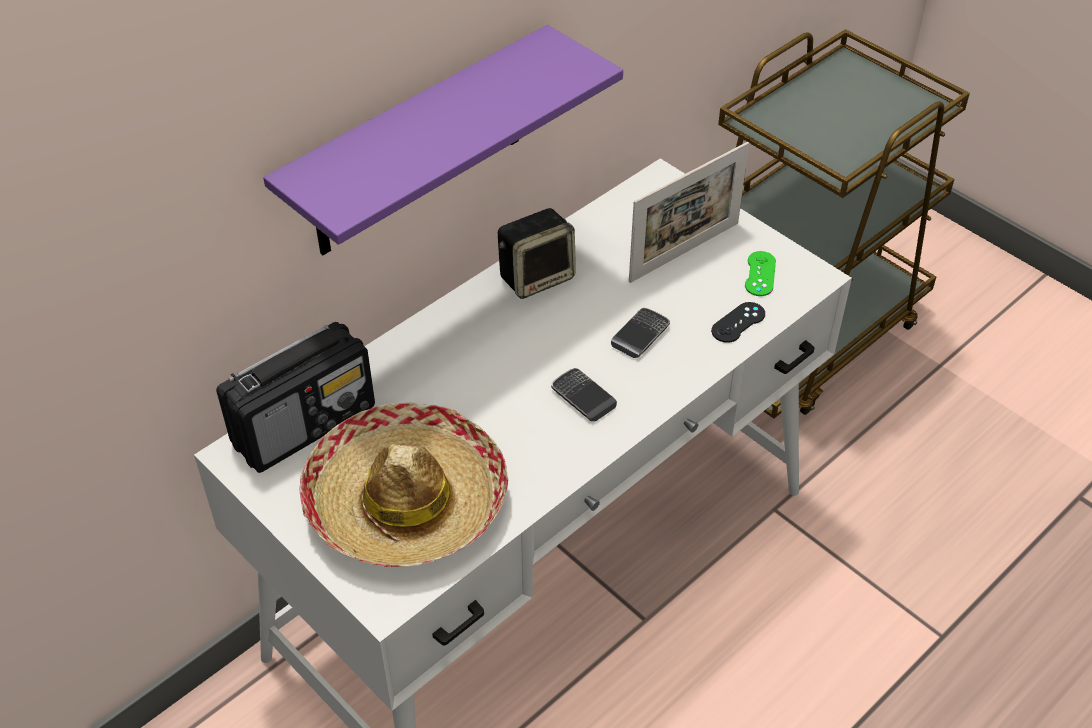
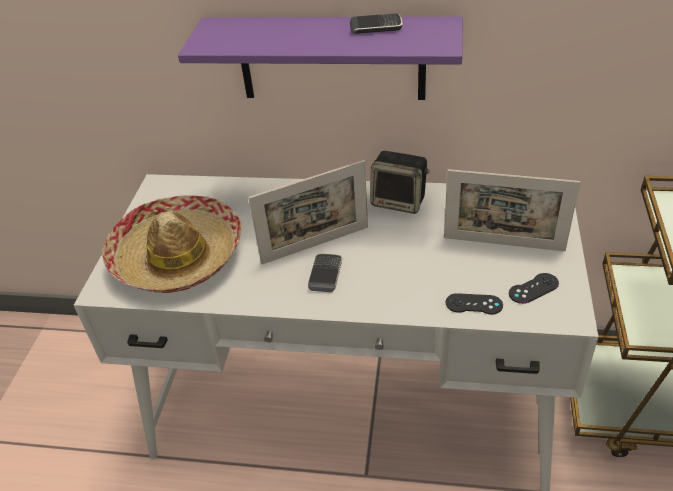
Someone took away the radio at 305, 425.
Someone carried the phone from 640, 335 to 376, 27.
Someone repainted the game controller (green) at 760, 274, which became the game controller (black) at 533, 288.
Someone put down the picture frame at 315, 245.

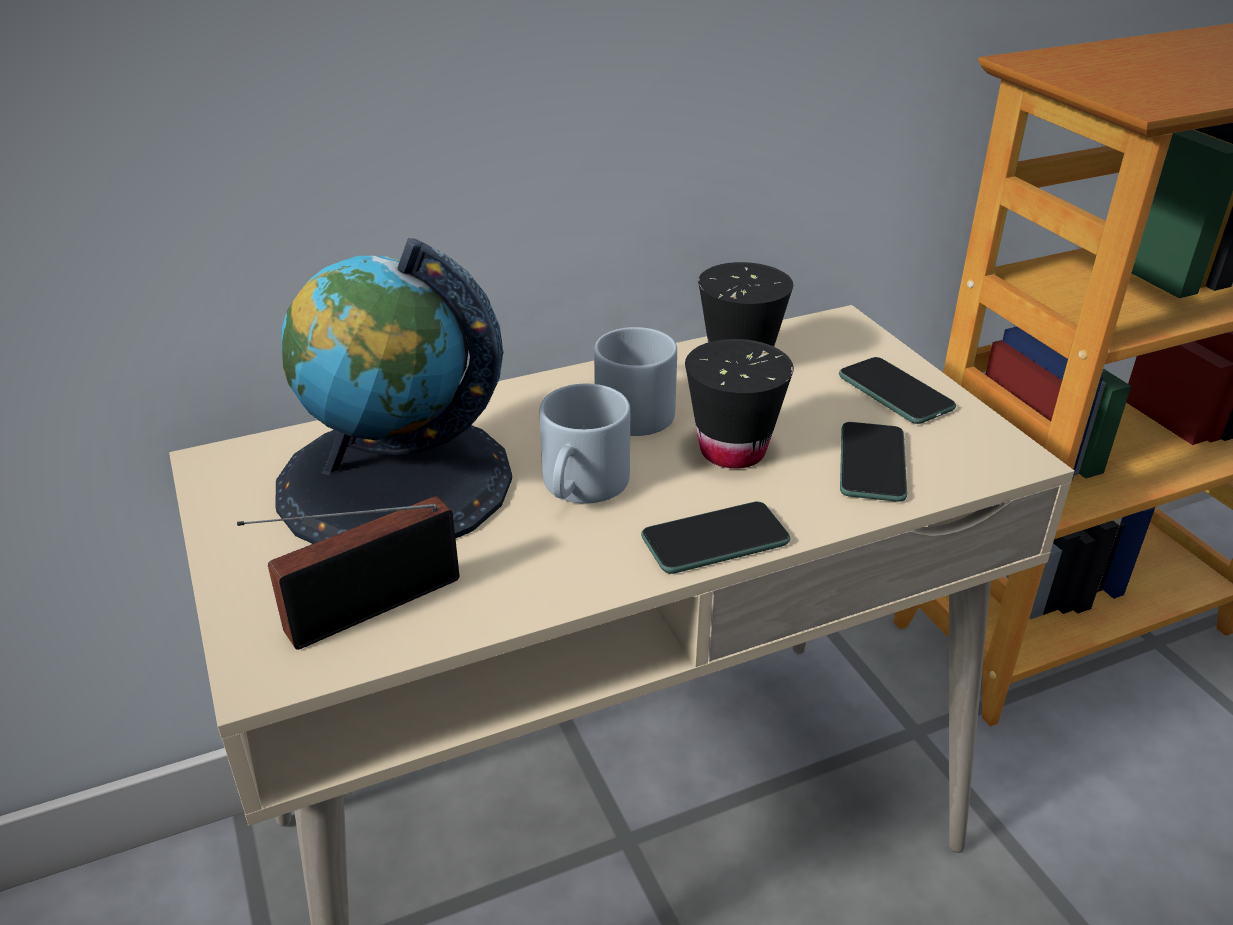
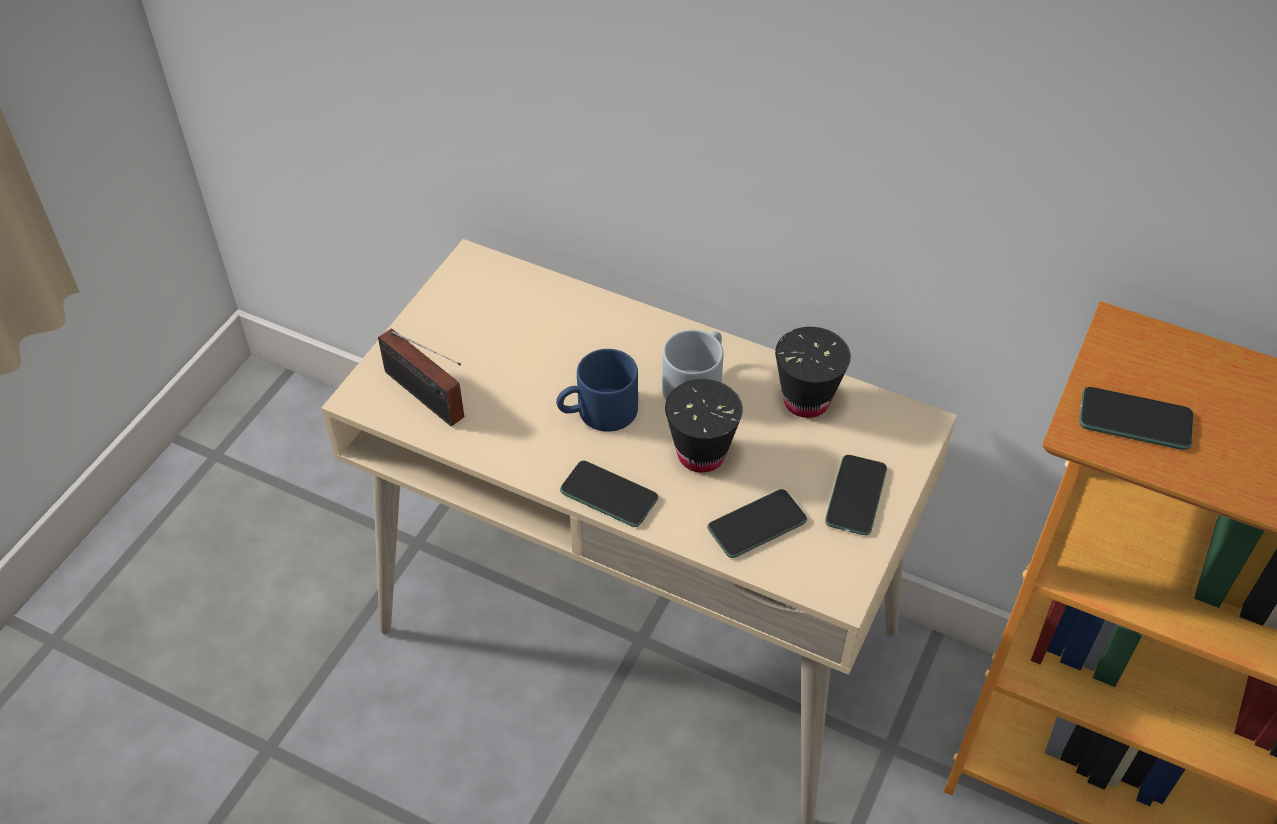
Someone rotated the radio at 363, 609 by 150 degrees counterclockwise.
Someone took away the globe at 394, 482.
Someone repainted the mug (grey) at 582, 487, which became the mug (blue) at 598, 413.
Someone put down the phone at 1135, 420.

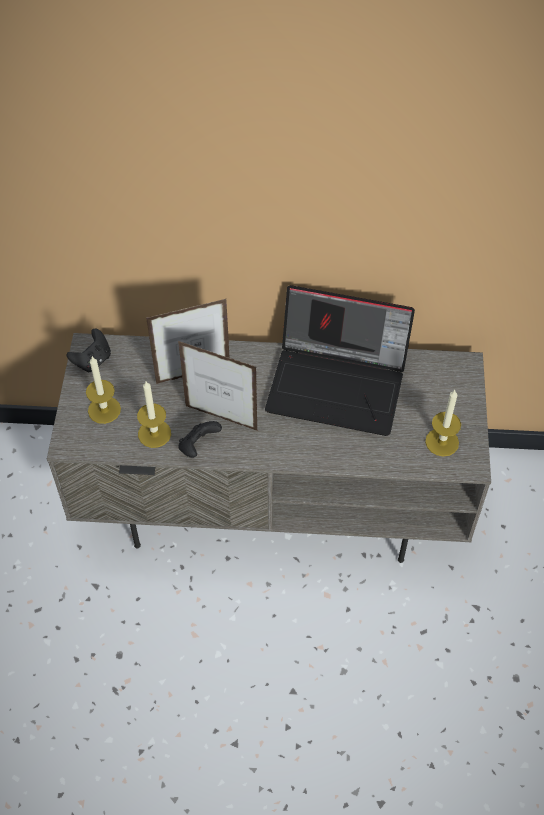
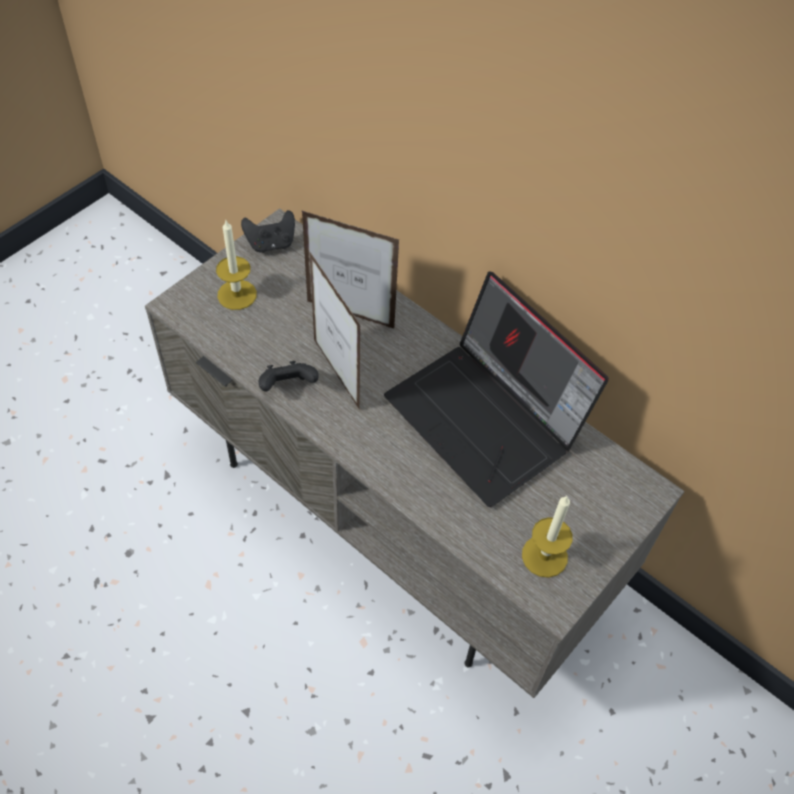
Someone took away the candle at 154, 433.

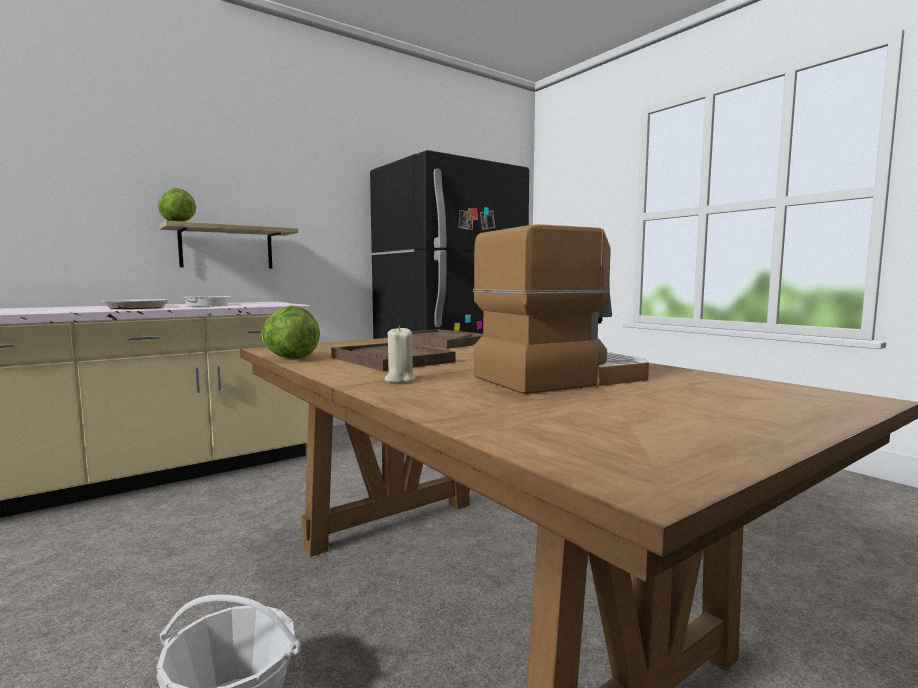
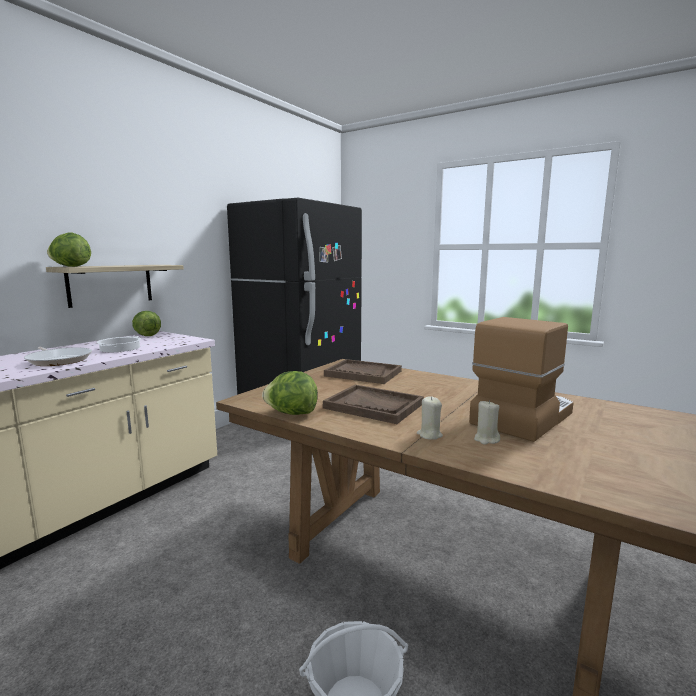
Someone put down the lettuce at 146, 335.
Someone put down the candle (beige) at 486, 439.

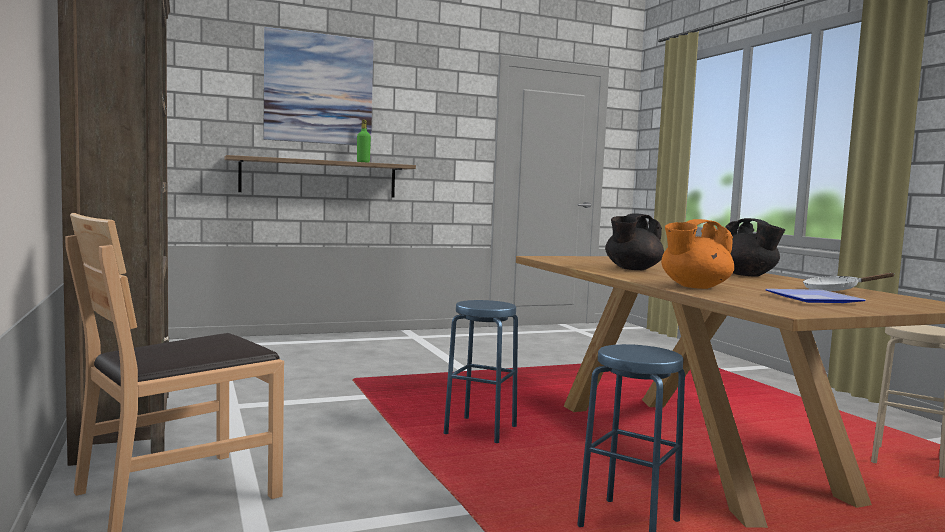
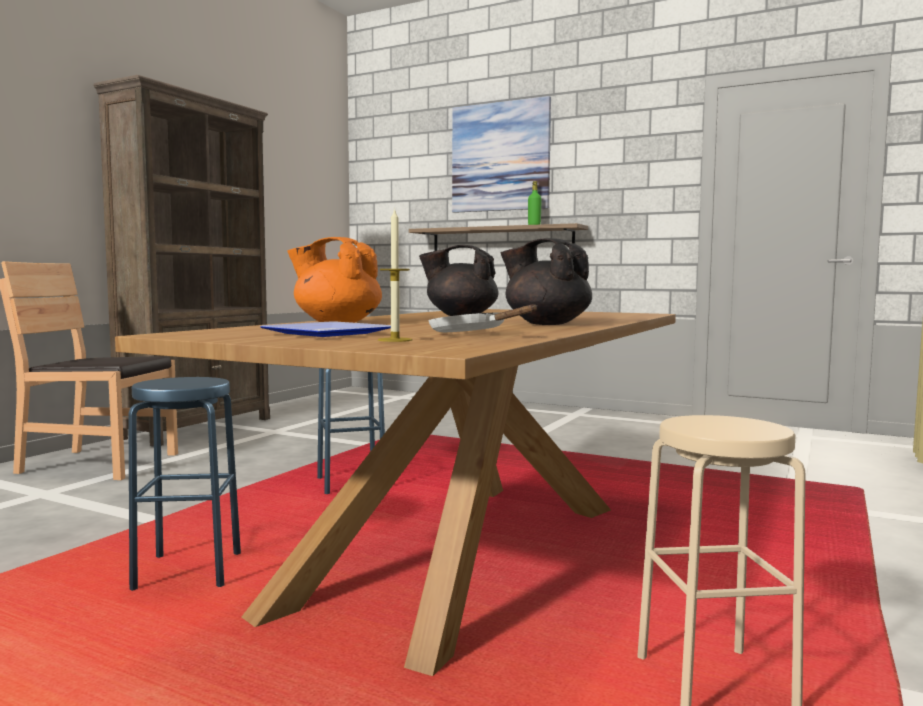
Someone rotated the teapot (black) at 747, 275 by 105 degrees clockwise.
Someone put down the candle at 395, 340.

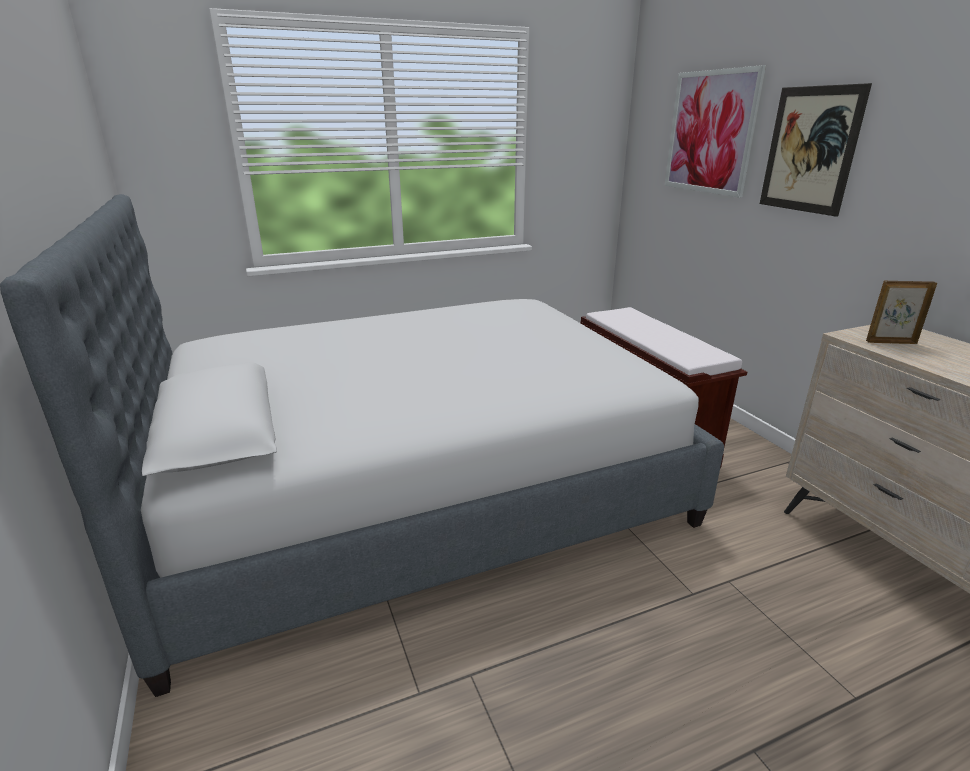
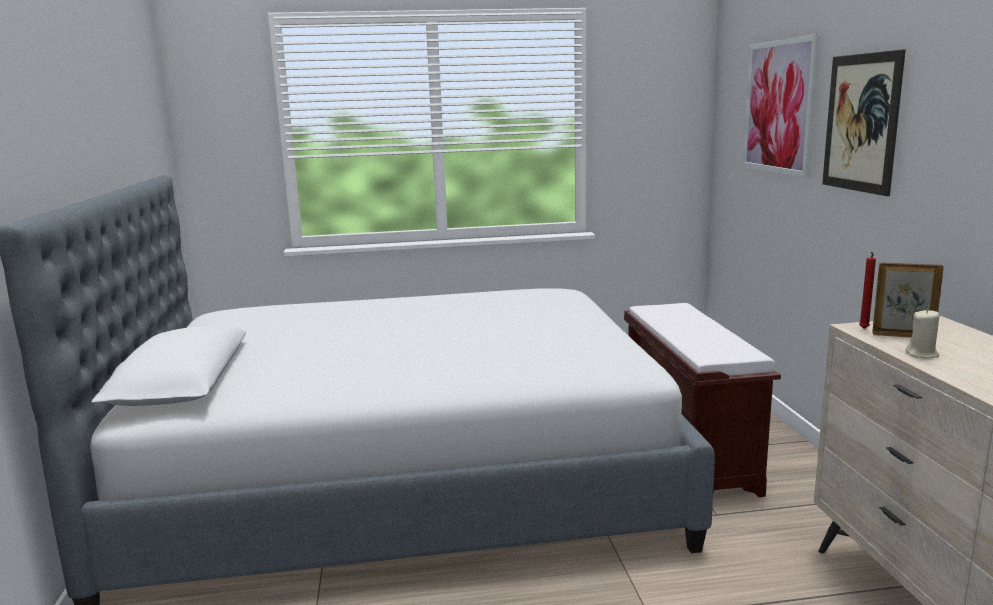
Someone put down the candle (red) at 863, 329.
Someone put down the candle (beige) at 922, 354.

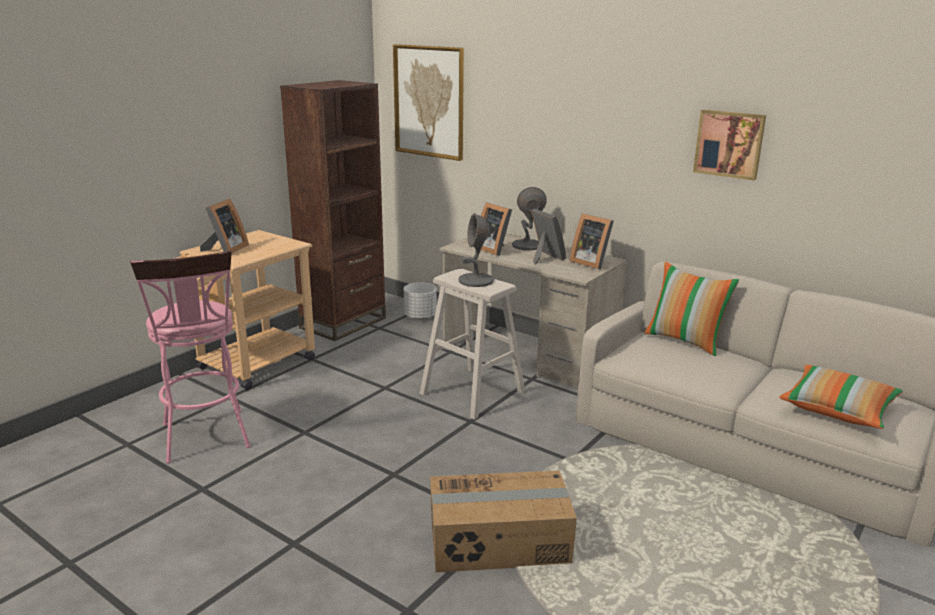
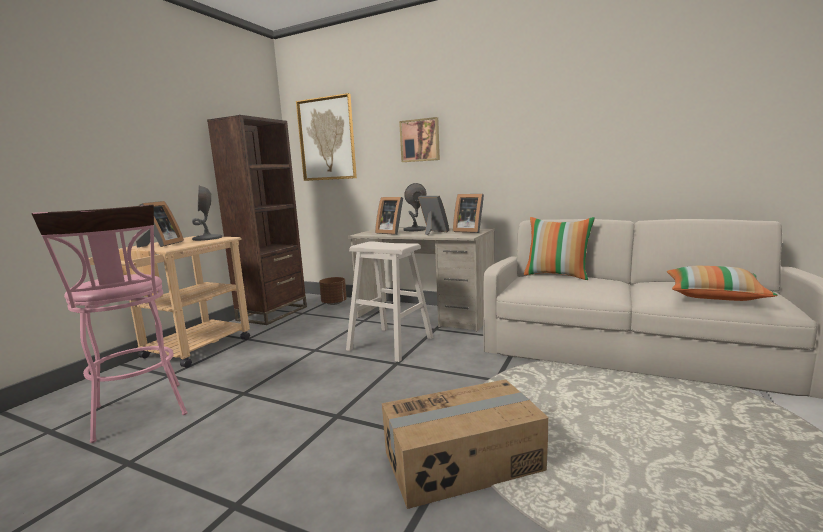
Someone repainted the planter (white) at 420, 316, which became the planter (brown) at 334, 303.
Someone carried the table lamp (grey) from 476, 281 to 207, 238.
Someone carried the picture from 729, 144 to 420, 140.

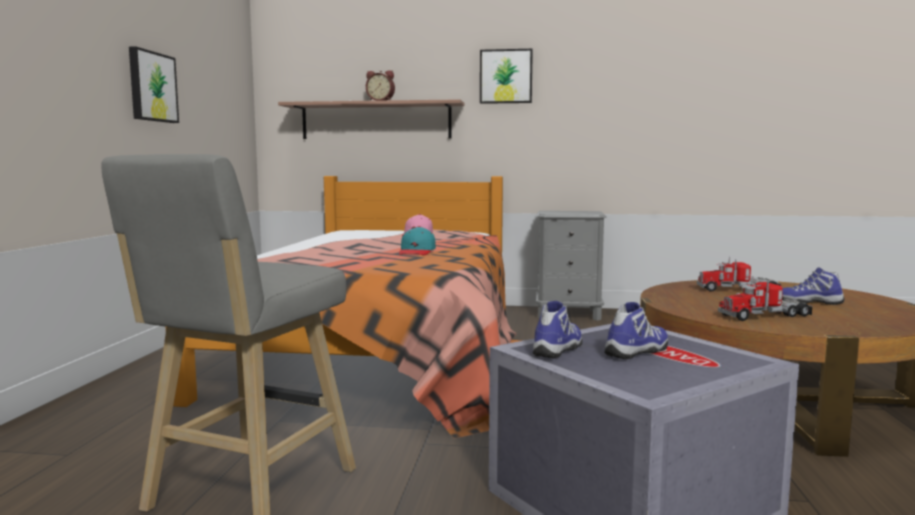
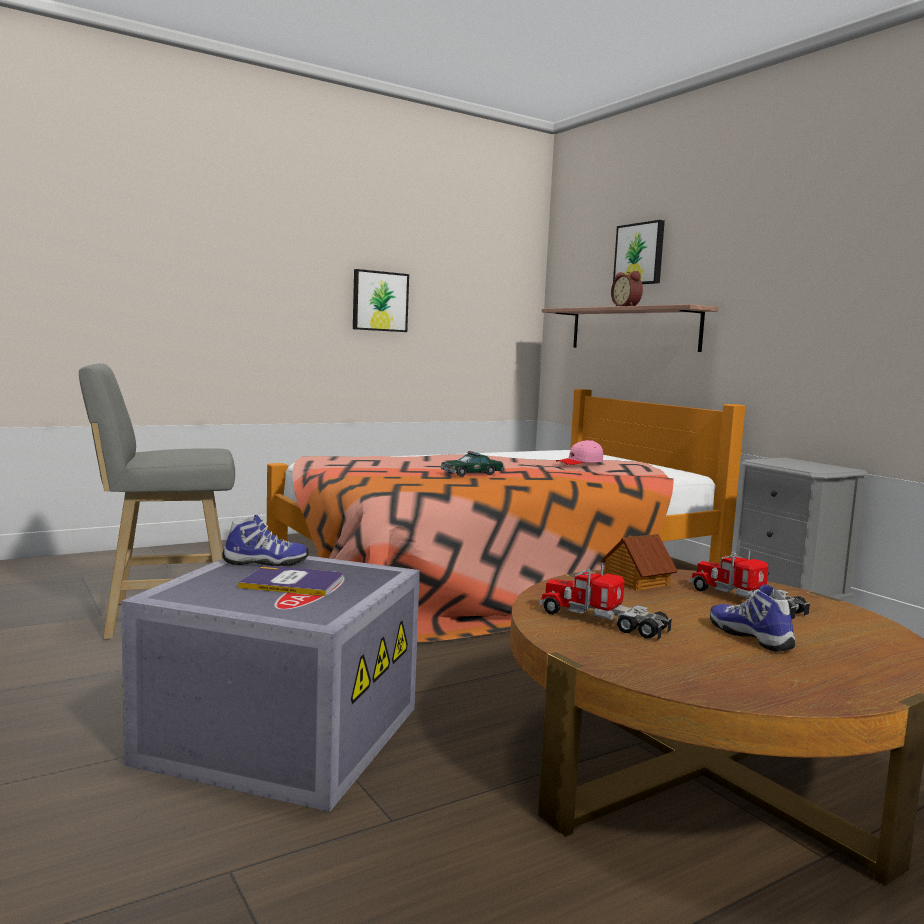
Someone swapped the cap (turquoise) at 417, 252 for the toy car at 471, 474.
Someone carried the picture from 506, 76 to 640, 254.
Someone swapped the shoe at 638, 352 for the book at 293, 582.
Someone put down the toy house at 636, 581.

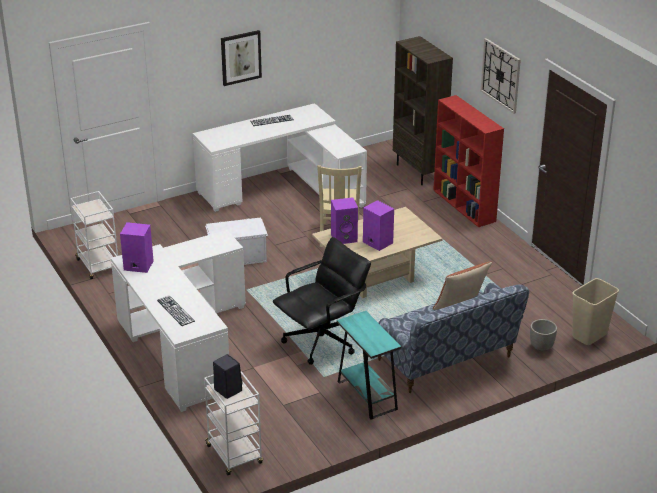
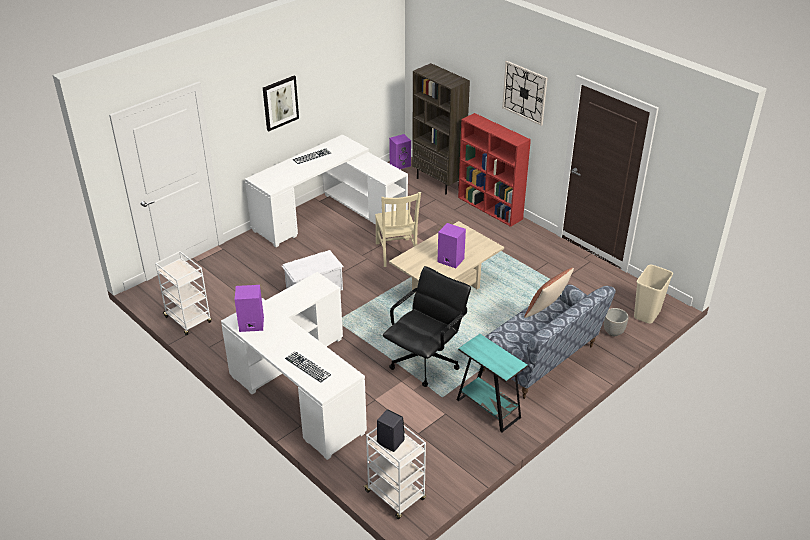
Someone carried the speaker (purple) from 344, 237 to 400, 164.

